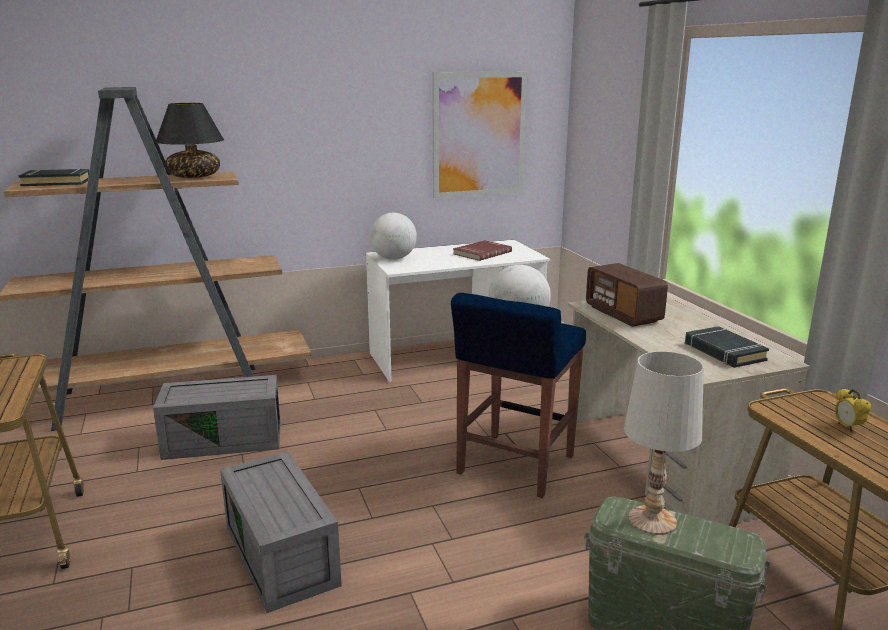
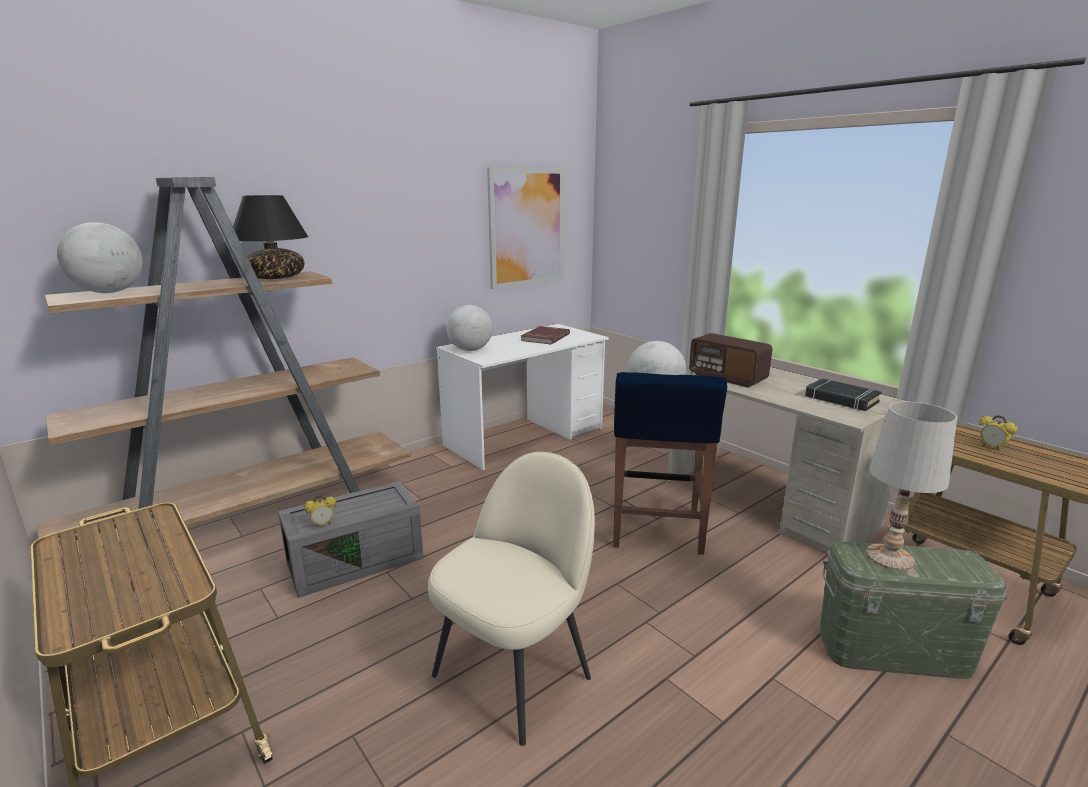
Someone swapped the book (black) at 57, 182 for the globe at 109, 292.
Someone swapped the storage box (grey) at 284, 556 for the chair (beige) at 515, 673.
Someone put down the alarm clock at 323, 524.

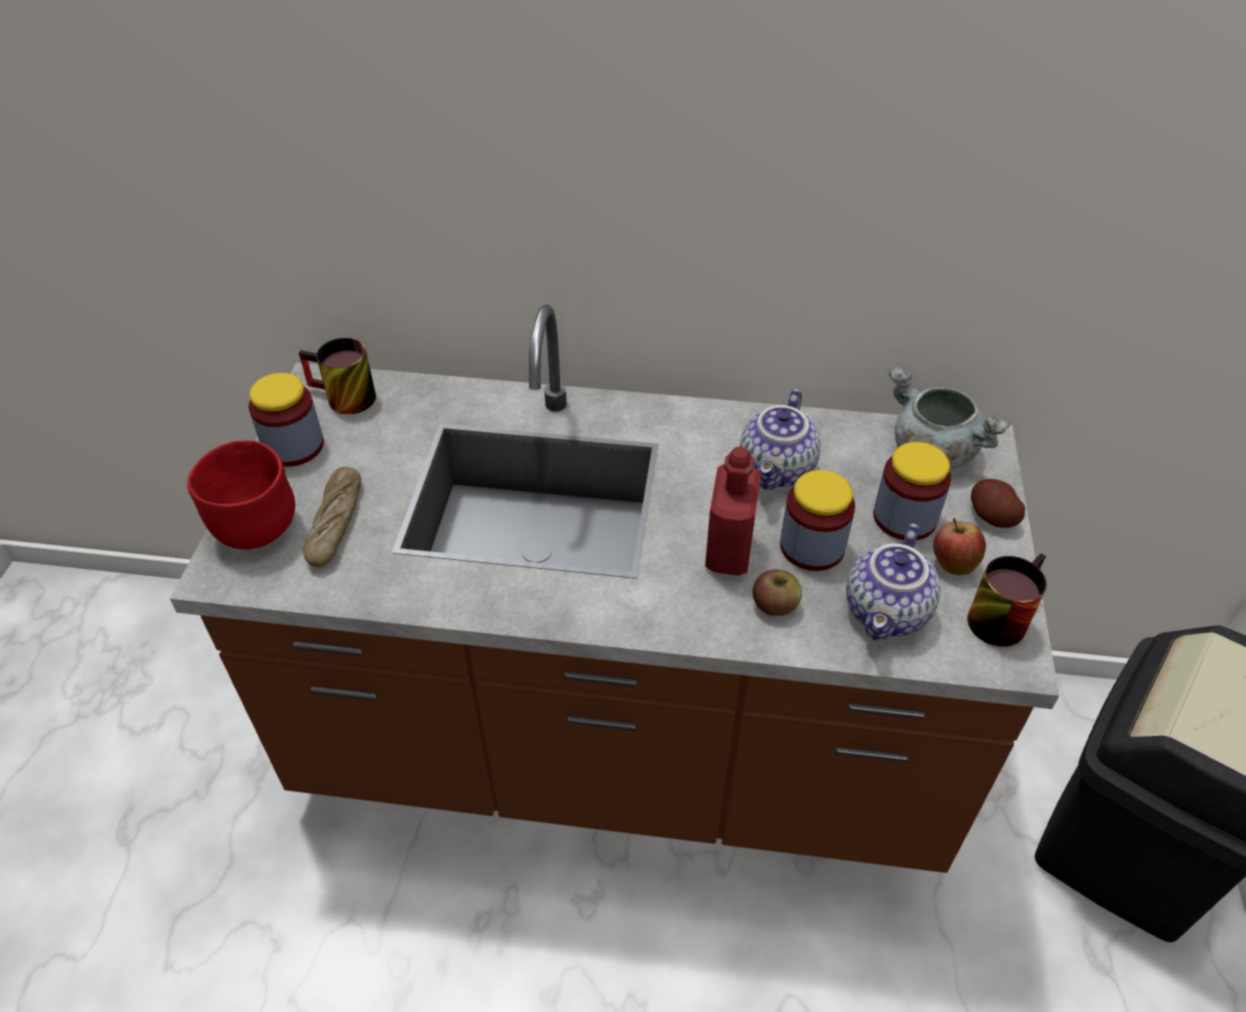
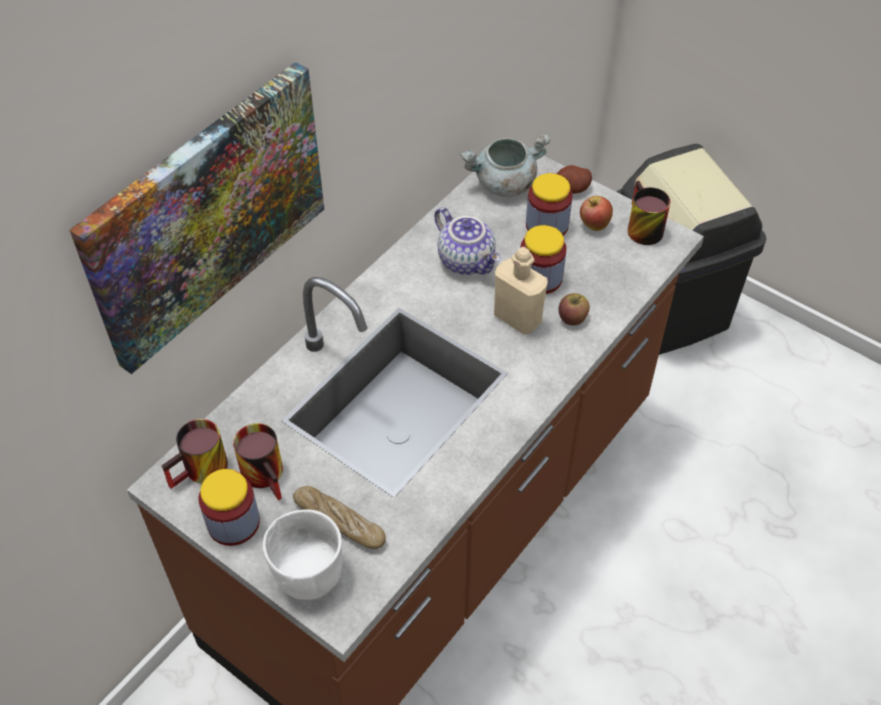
Someone repainted the bowl (red) at 255, 528, which became the bowl (white) at 307, 576.
Someone repainted the bottle (red) at 729, 552, which became the bottle (beige) at 517, 318.
Someone took away the teapot at 888, 613.
Someone put up the picture at 206, 214.
Someone put down the mug at 269, 474.

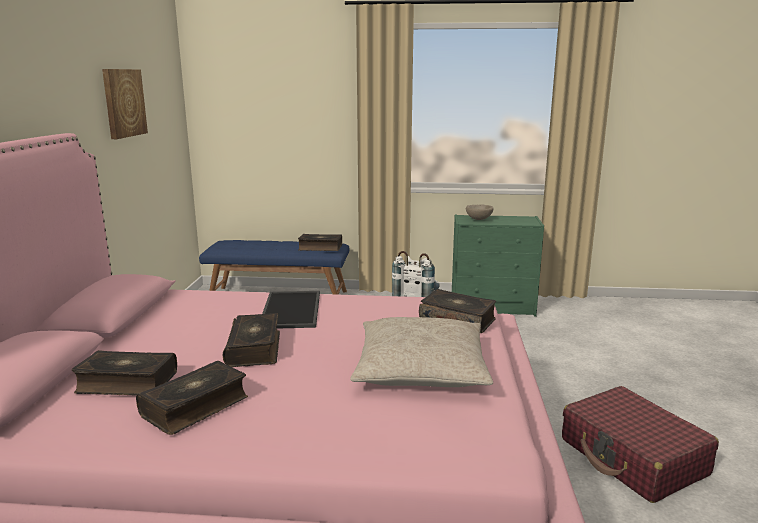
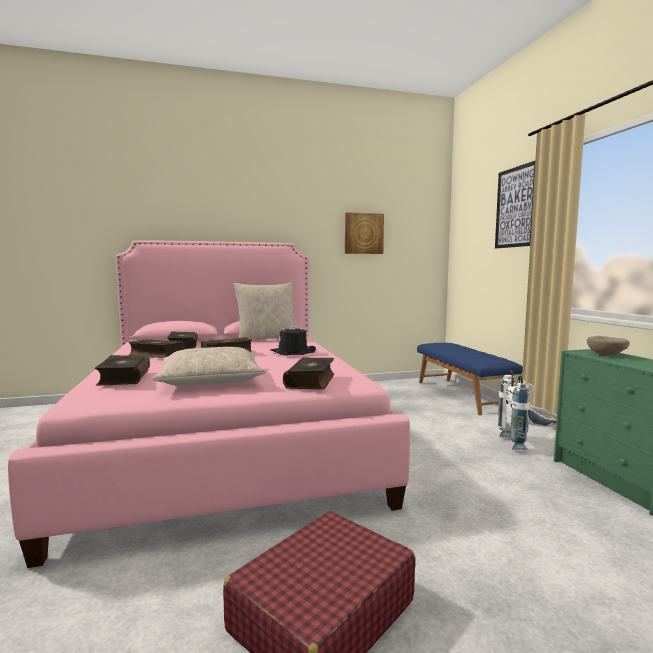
Someone swapped the tray at 292, 310 for the hat (black) at 293, 352.
Someone carried the book from 320, 248 to 123, 378.
Someone put down the pillow (beige) at 267, 339.
Someone put up the picture at 516, 207.

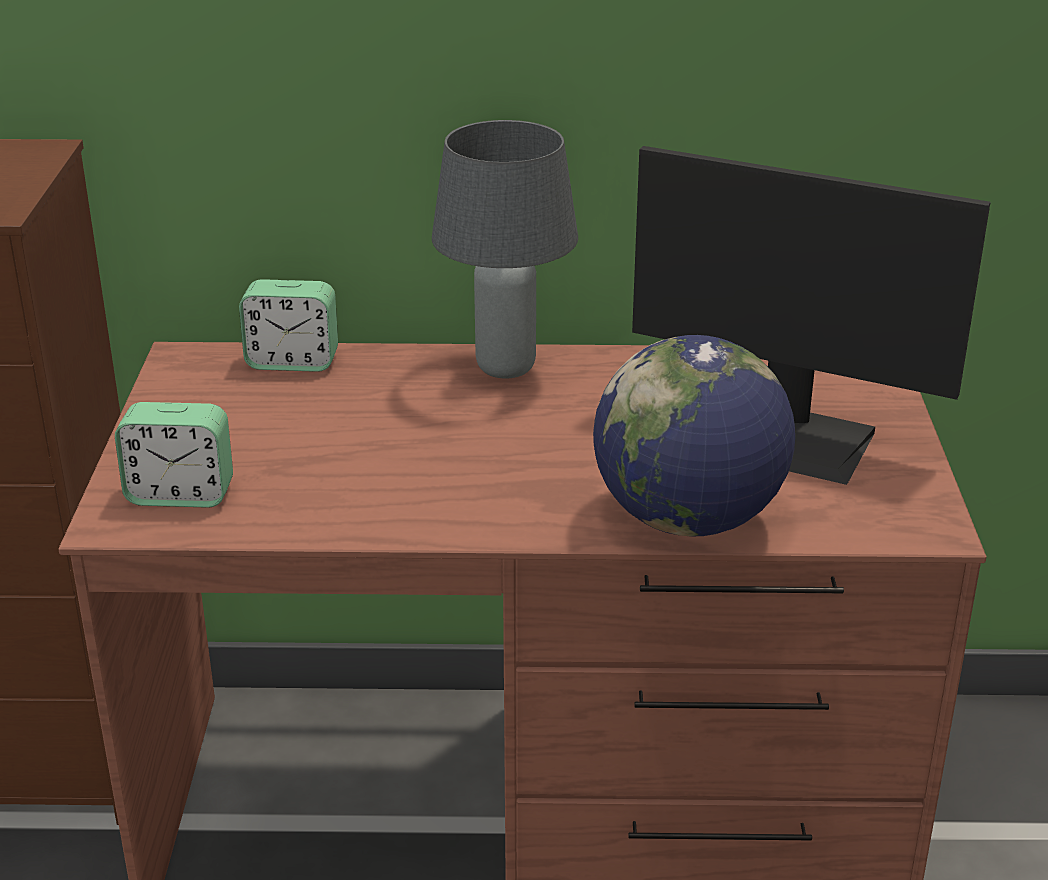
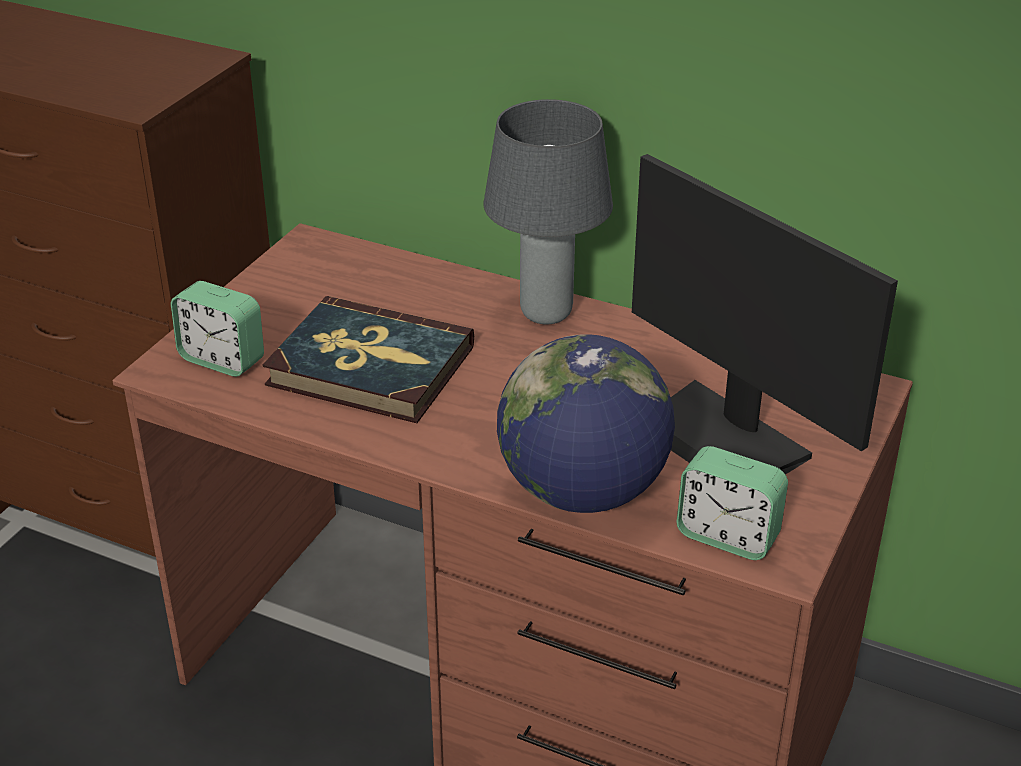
Someone carried the alarm clock from 292, 361 to 727, 536.
Someone put down the book at 370, 366.

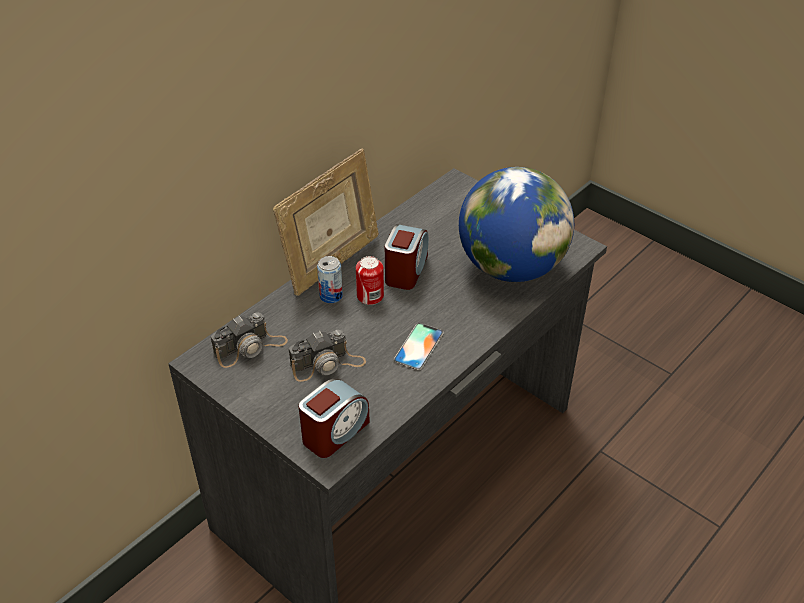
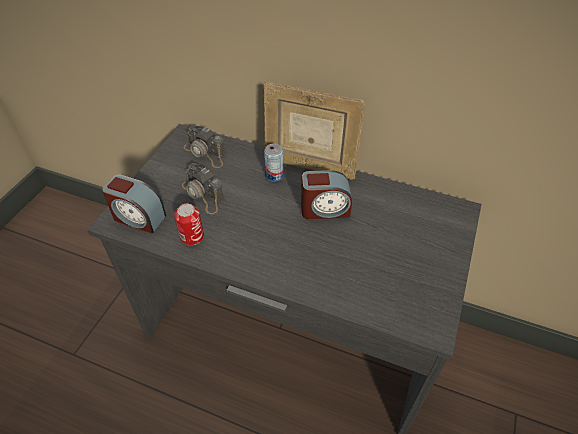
Someone carried the can from 370, 296 to 192, 236.
Someone took away the phone at 418, 346.
Someone took away the globe at 511, 267.

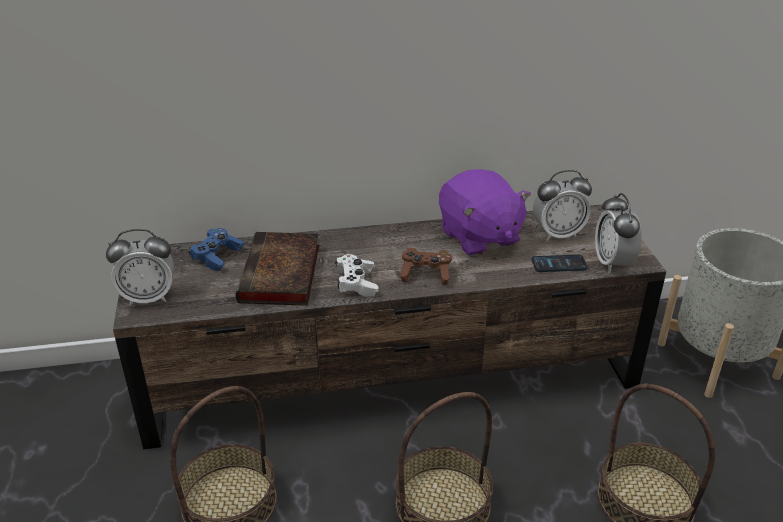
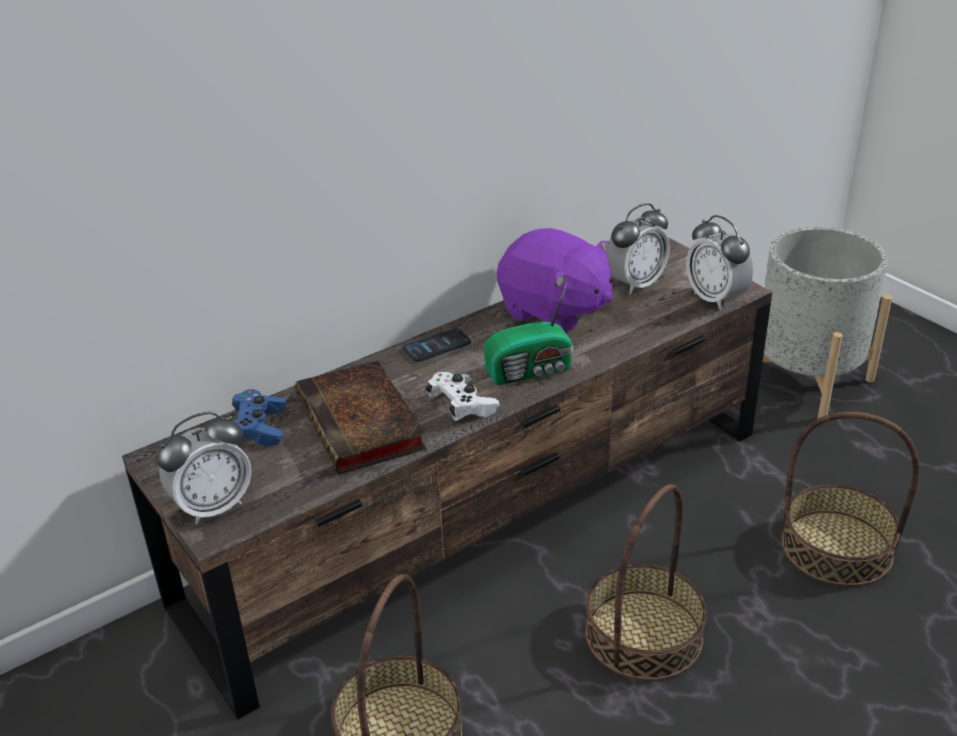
Someone swapped the game controller (brown) at 425, 274 for the radio at 531, 370.
Someone carried the phone from 559, 264 to 437, 346.

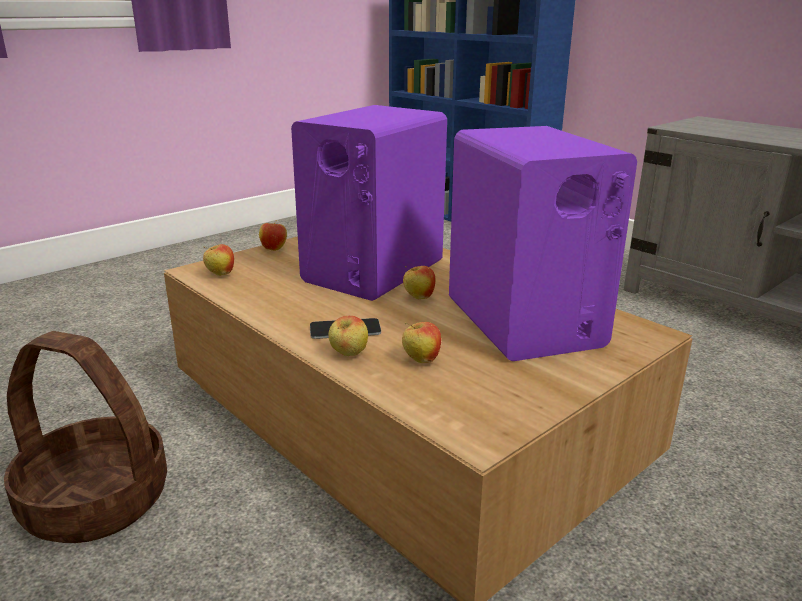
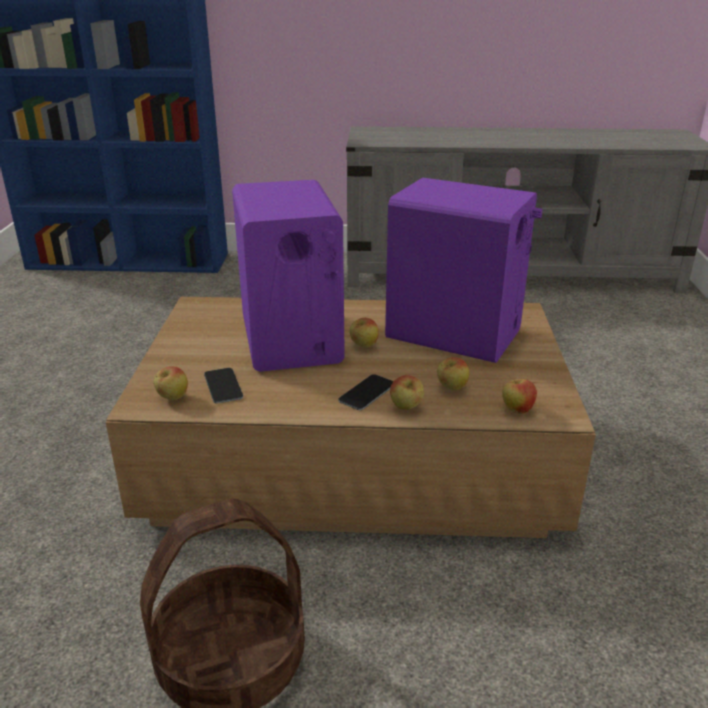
Someone carried the apple from 274, 249 to 517, 410.
Someone put down the phone at 223, 386.

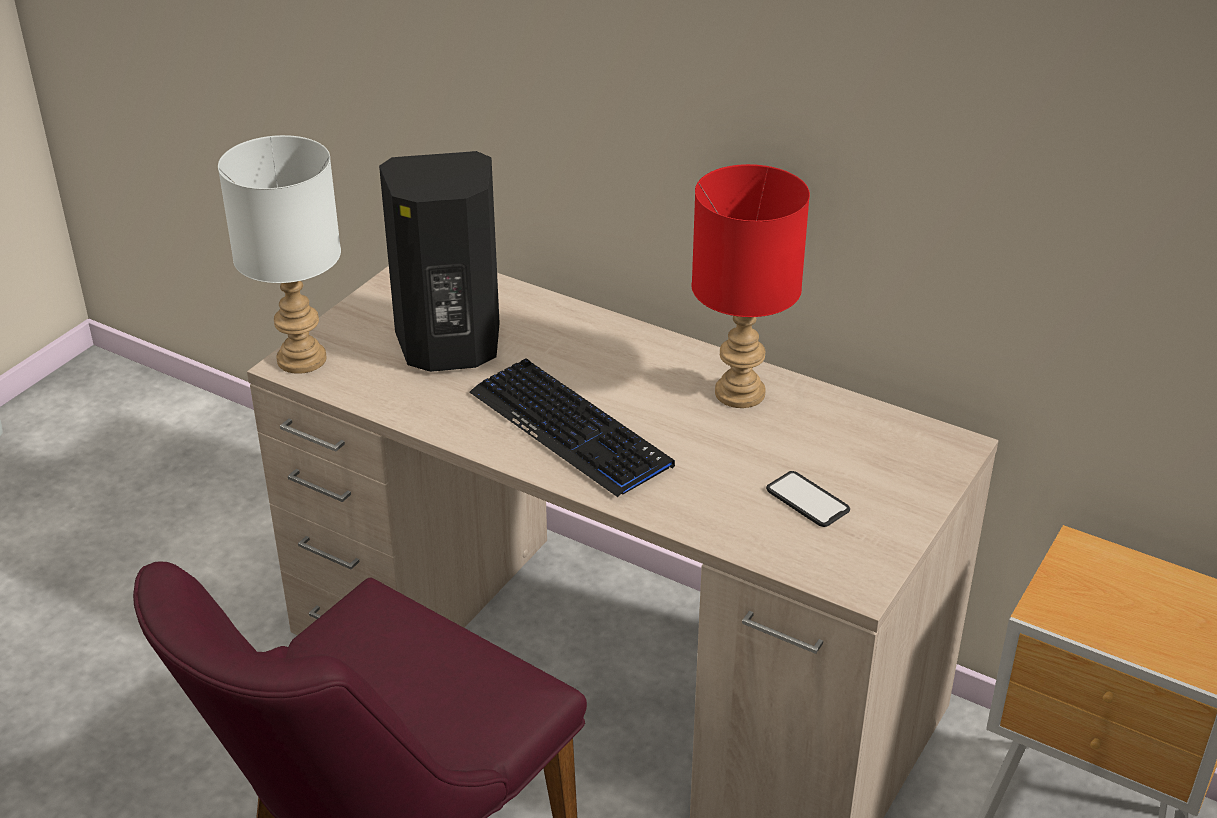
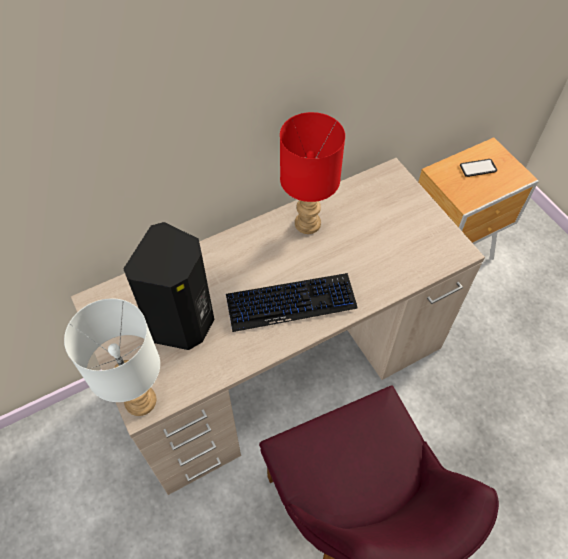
Someone carried the phone from 807, 500 to 478, 168.

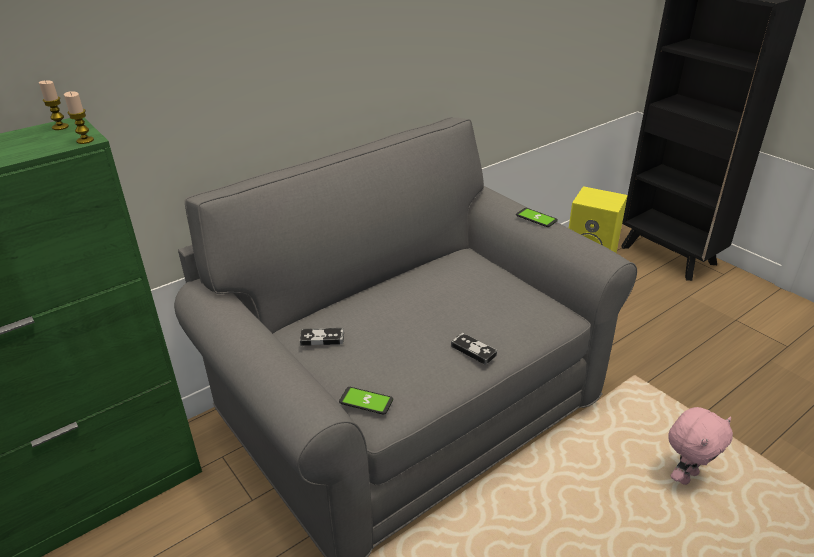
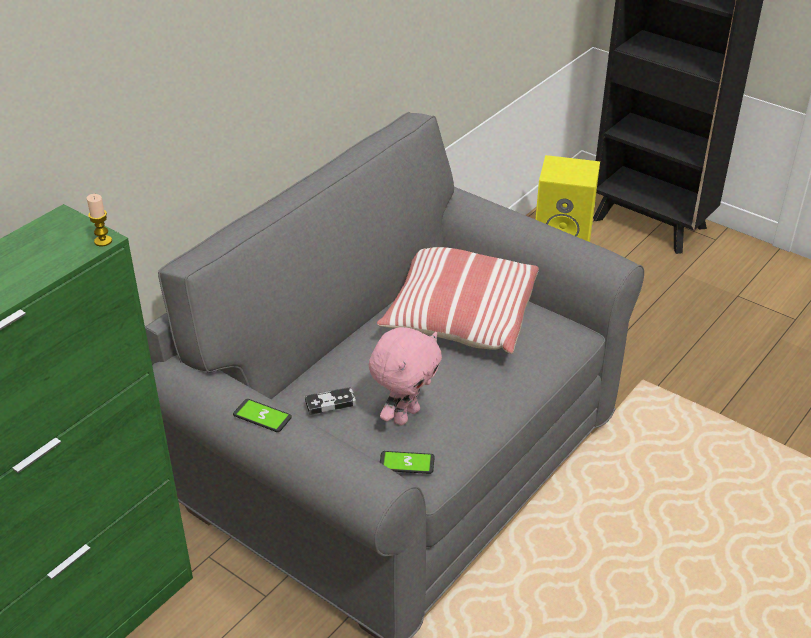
Someone took away the candle at 60, 127.
Someone took away the game controller at 473, 350.
Someone carried the phone from 536, 218 to 262, 416.
Someone carried the plush toy (pink) from 686, 476 to 405, 415.
Someone put down the pillow at 459, 317.

